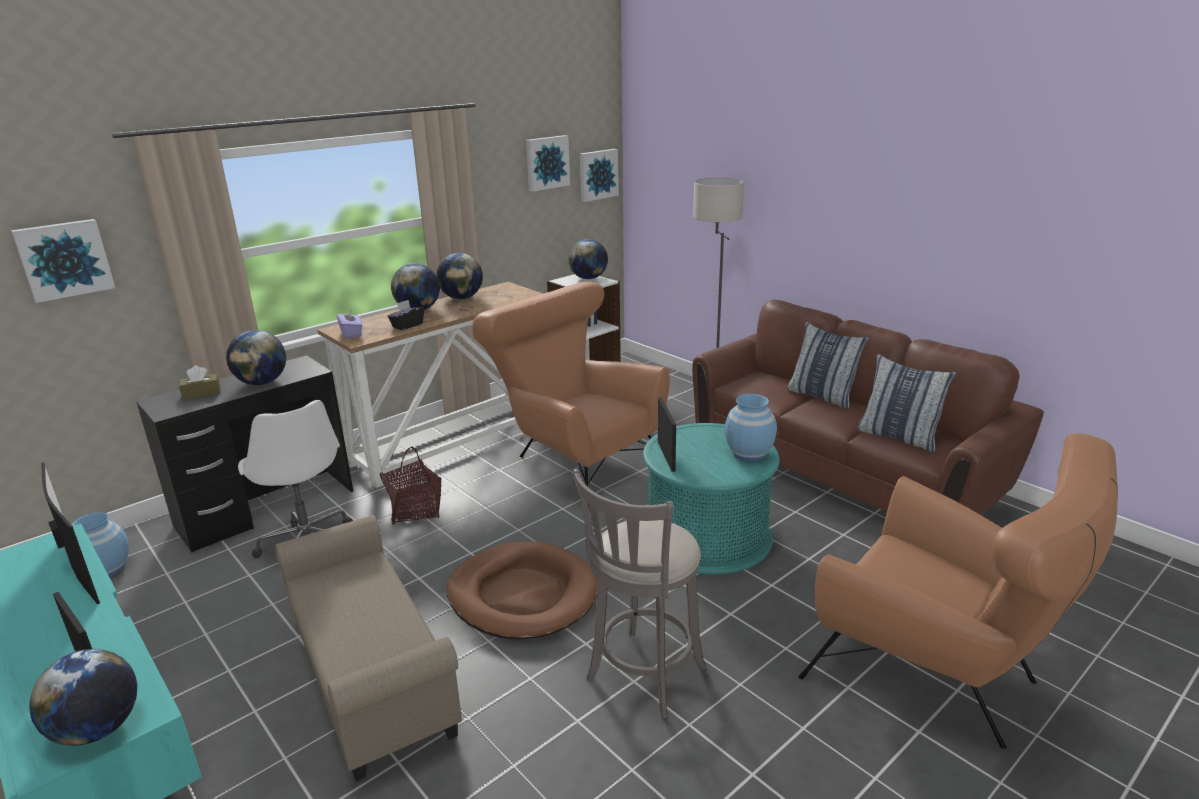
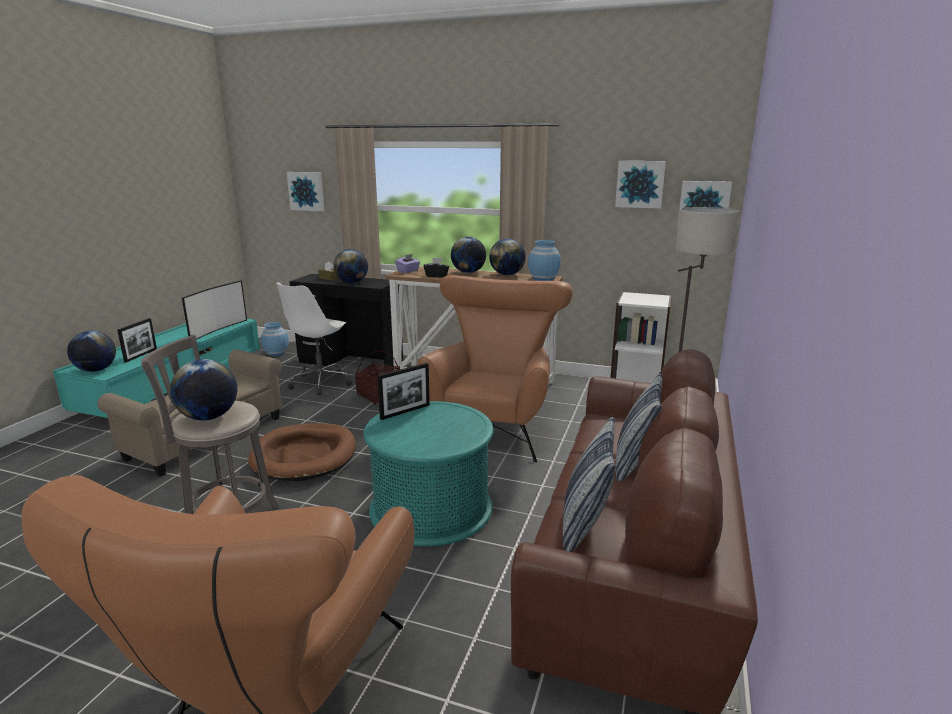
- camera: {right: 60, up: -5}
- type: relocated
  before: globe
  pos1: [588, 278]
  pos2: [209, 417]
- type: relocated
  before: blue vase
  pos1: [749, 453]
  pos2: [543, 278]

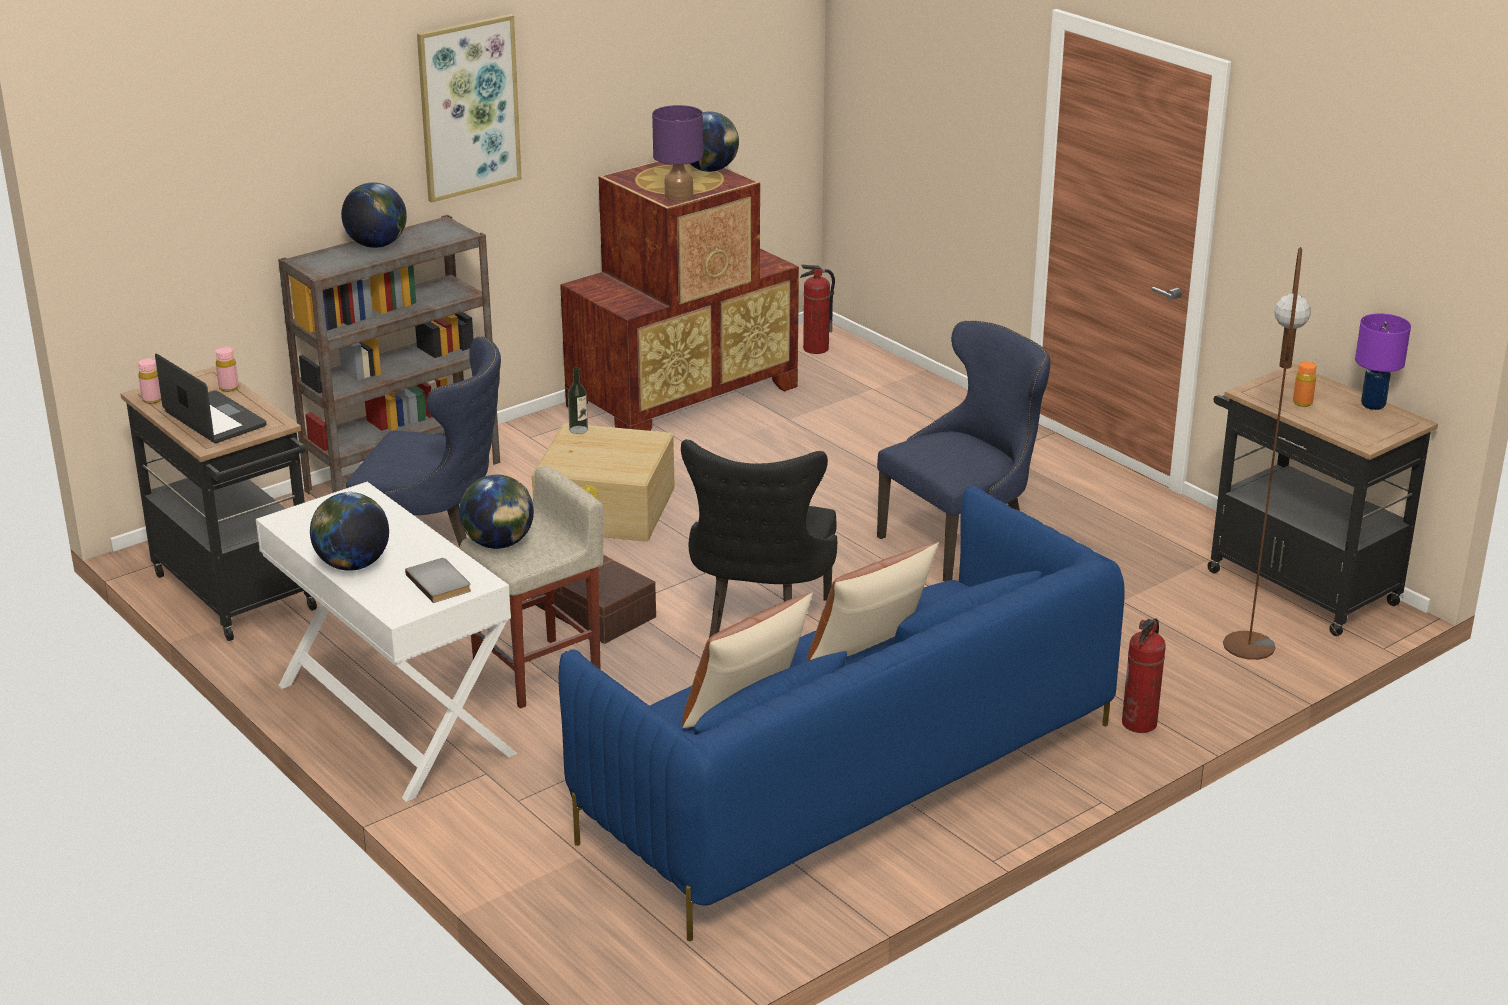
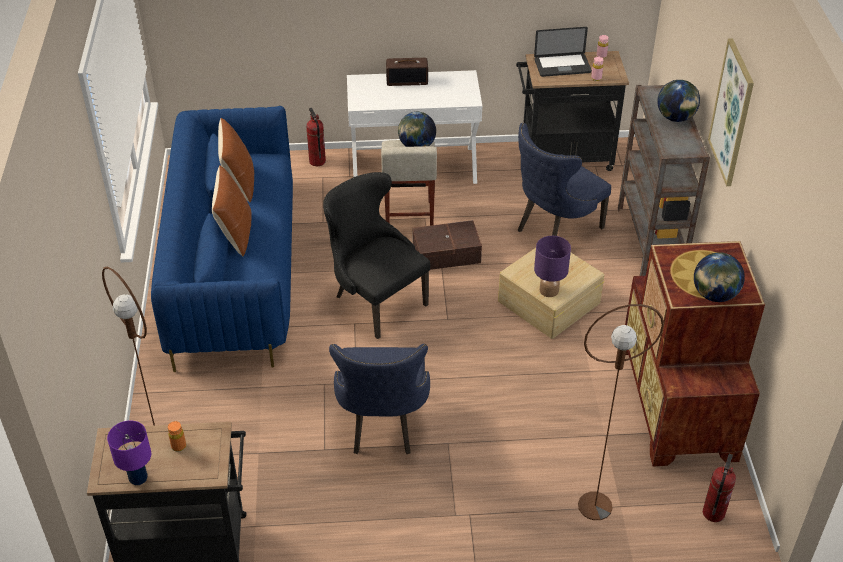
- camera: {right: 125, up: 15}
- type: exchanged
  before: globe
  after: radio
  pos1: [353, 565]
  pos2: [407, 80]
- type: missing
  before: grey book
  pos1: [441, 582]
- type: missing
  before: bottle
  pos1: [578, 429]
- type: relocated
  before: purple table lamp
  pos1: [679, 196]
  pos2: [548, 290]
- type: relocated
  before: fire extinguisher
  pos1: [1140, 724]
  pos2: [317, 161]
- type: appeared
  after: brown floor lamp
  pos2: [594, 506]

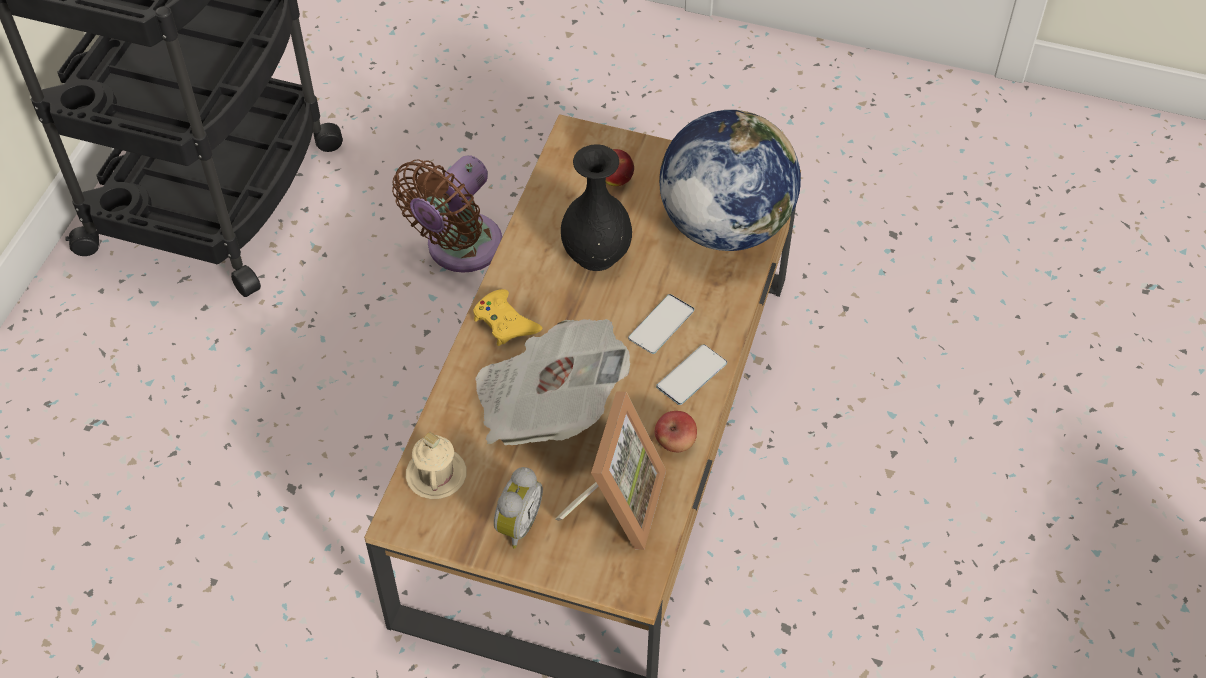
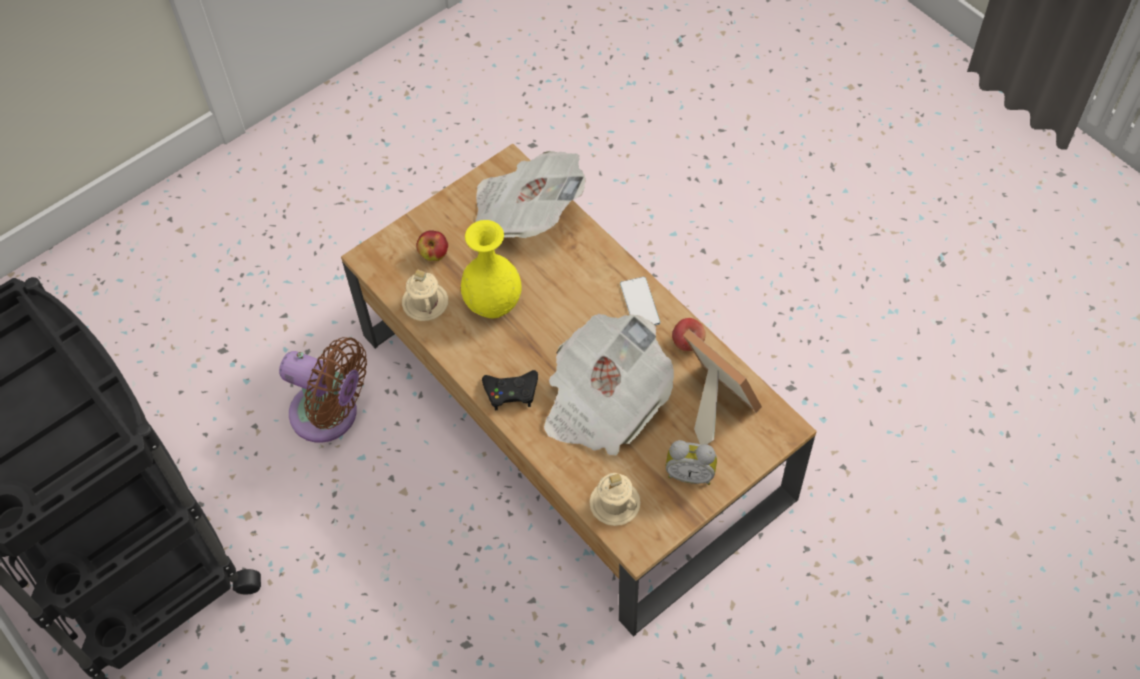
- camera: {right: -55, up: 5}
- type: spun
  before: brown fan
  pos1: [459, 249]
  pos2: [330, 415]
  turn: -45
- type: colour
  before: yellow game controller
  after: black game controller
  pos1: [505, 322]
  pos2: [511, 392]
- type: spun
  before: alarm clock
  pos1: [516, 524]
  pos2: [690, 473]
  turn: 135
- type: colour
  before: black vase
  after: yellow vase
  pos1: [597, 254]
  pos2: [493, 302]
- type: missing
  before: phone
  pos1: [661, 324]
- type: exchanged
  before: globe
  after: newspaper
  pos1: [724, 225]
  pos2: [526, 213]
- type: appeared
  after: beige mug
  pos2: [425, 303]

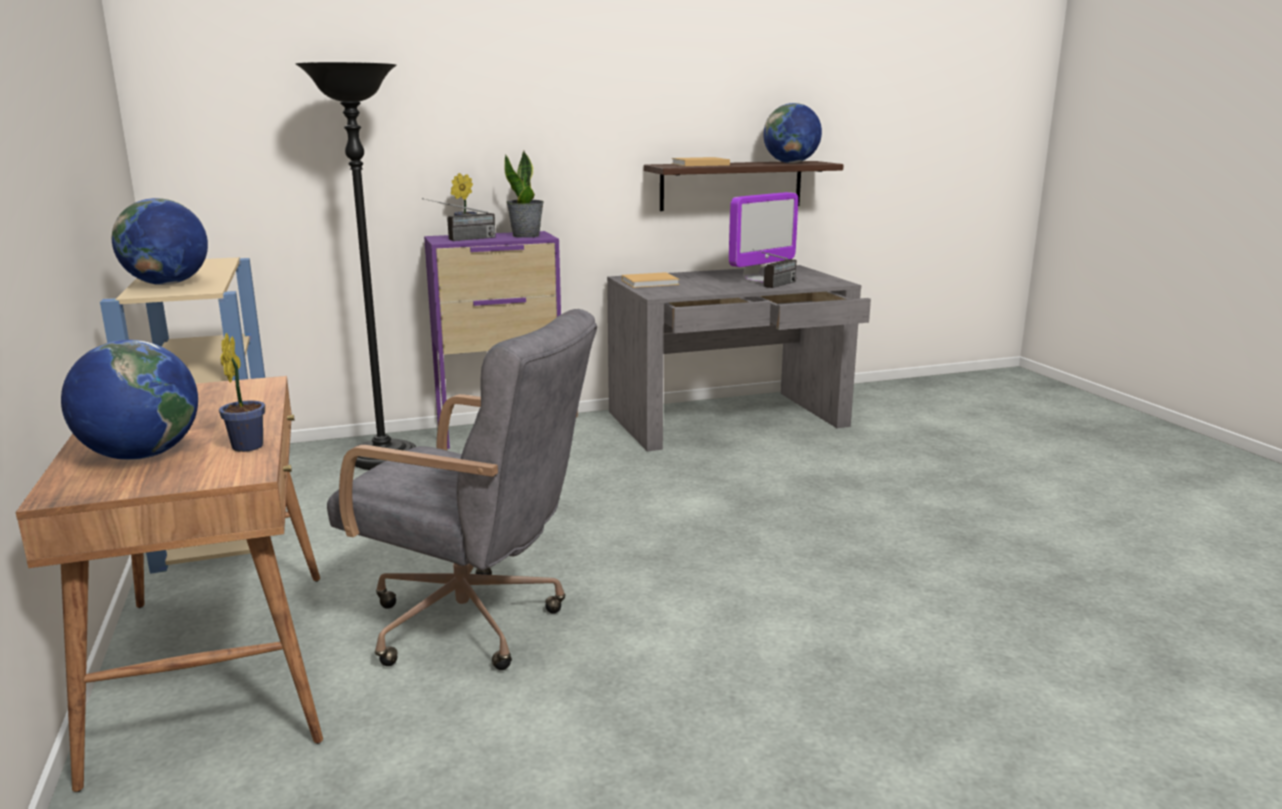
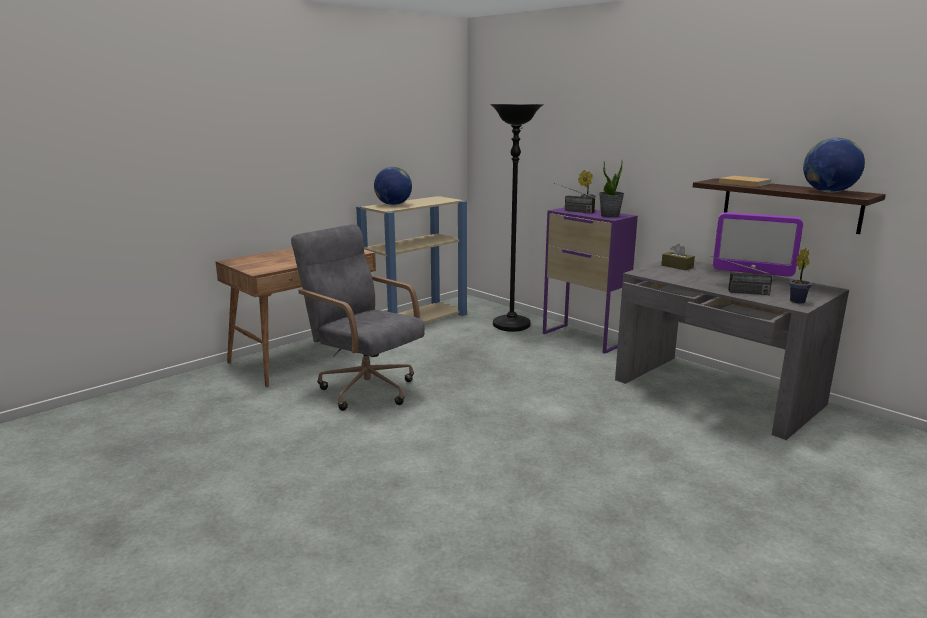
- camera: {right: 65, up: 0}
- type: missing
  before: globe
  pos1: [141, 455]
- type: relocated
  before: potted plant
  pos1: [249, 445]
  pos2: [798, 301]
- type: spun
  before: grey office chair
  pos1: [474, 626]
  pos2: [364, 389]
  turn: 135
- type: exchanged
  before: beige book
  after: brown tissue box
  pos1: [651, 282]
  pos2: [677, 266]

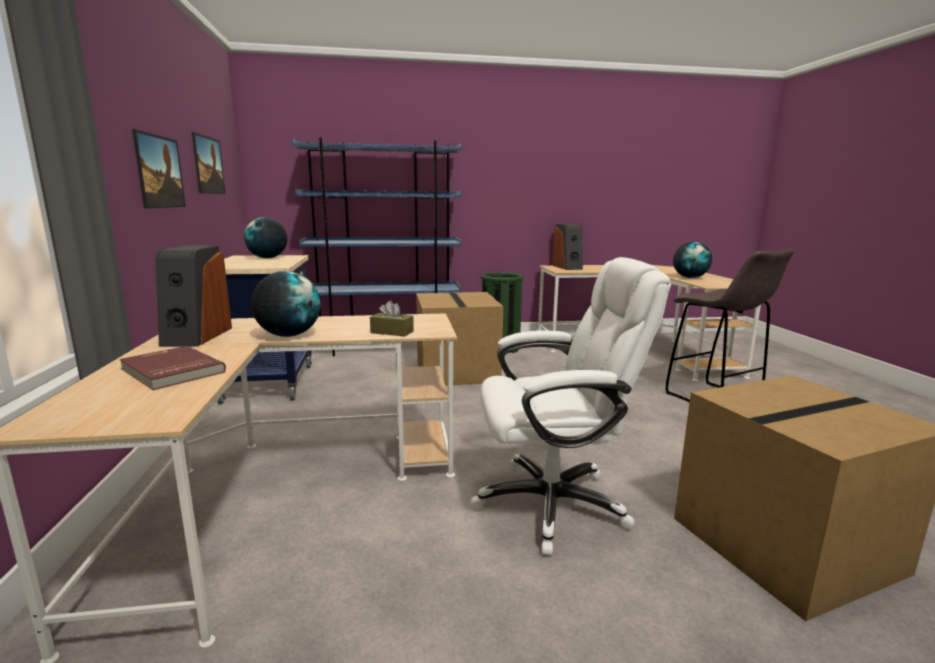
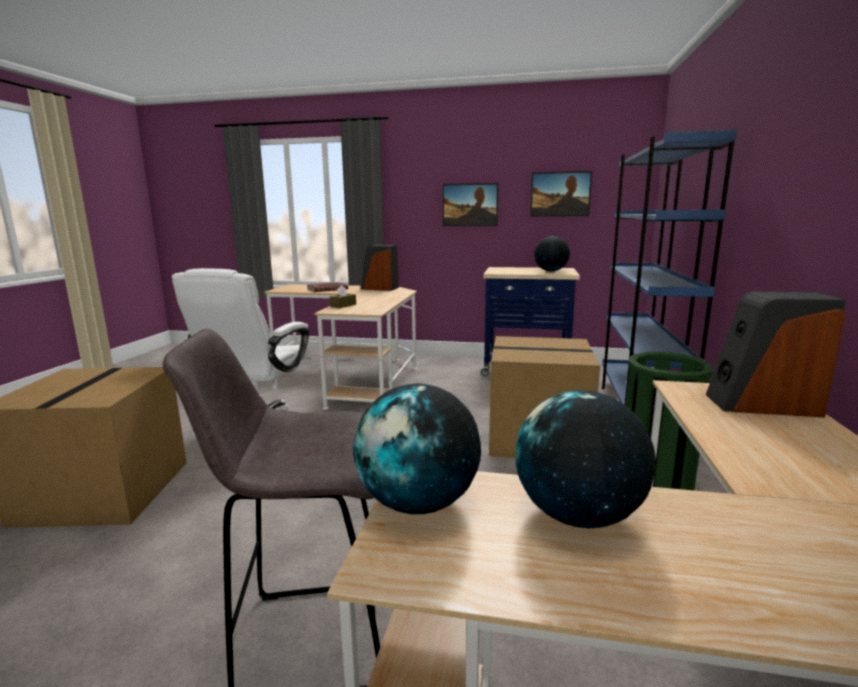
- camera: {right: 110, up: 0}
- type: relocated
  before: globe
  pos1: [289, 335]
  pos2: [419, 503]

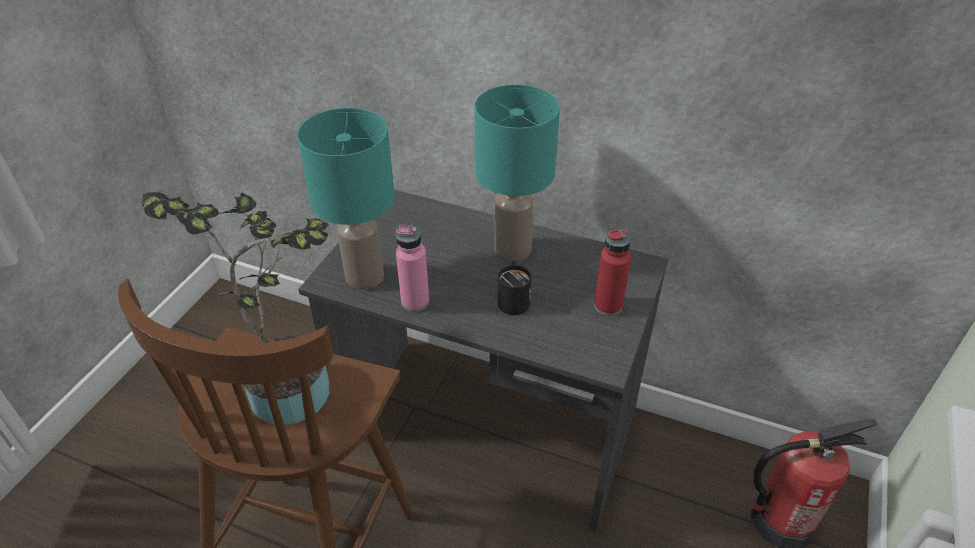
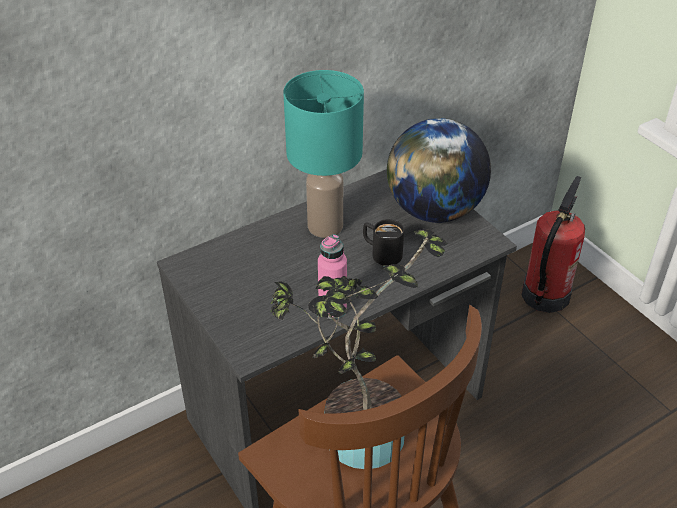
- camera: {right: -55, up: 0}
- type: missing
  before: turquoise table lamp
  pos1: [365, 277]
- type: exchanged
  before: red bottle
  after: globe
  pos1: [608, 306]
  pos2: [434, 211]

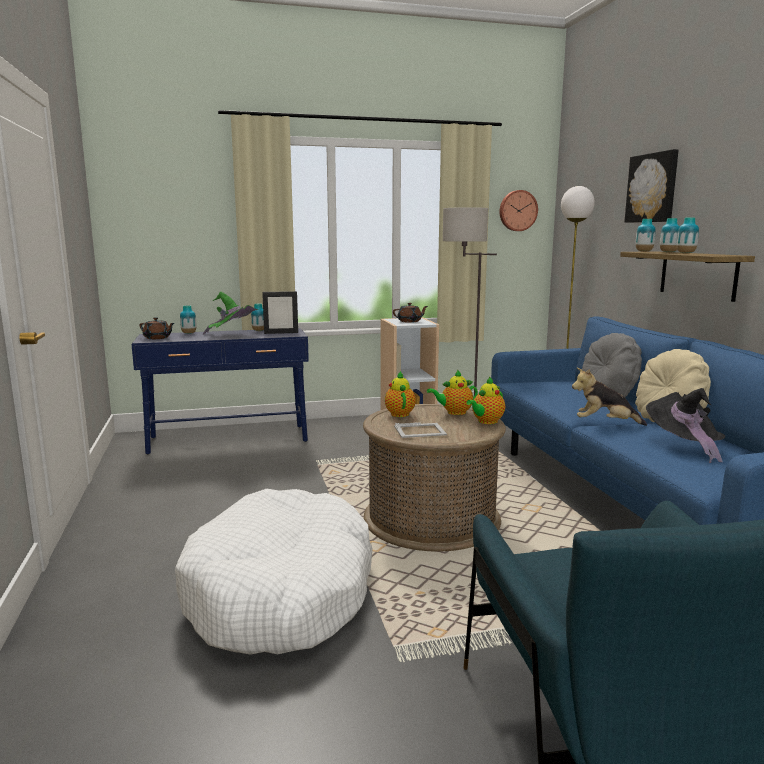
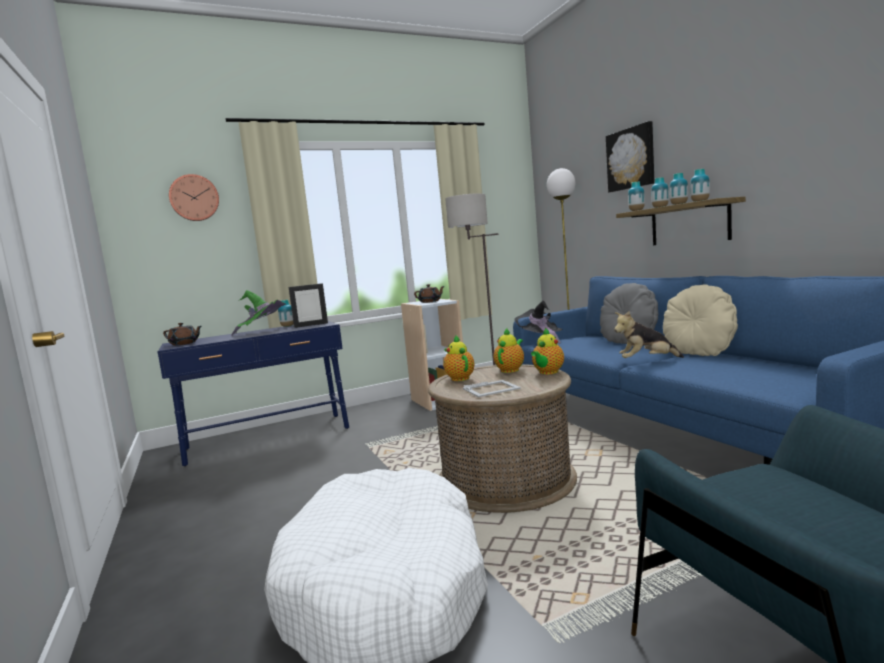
- camera: {right: -10, up: -5}
- type: relocated
  before: vase
  pos1: [189, 333]
  pos2: [700, 202]
- type: spun
  before: teapot
  pos1: [454, 412]
  pos2: [511, 369]
  turn: 150
- type: relocated
  before: wall clock
  pos1: [517, 210]
  pos2: [194, 198]
- type: relocated
  before: black hat
  pos1: [683, 446]
  pos2: [540, 340]

